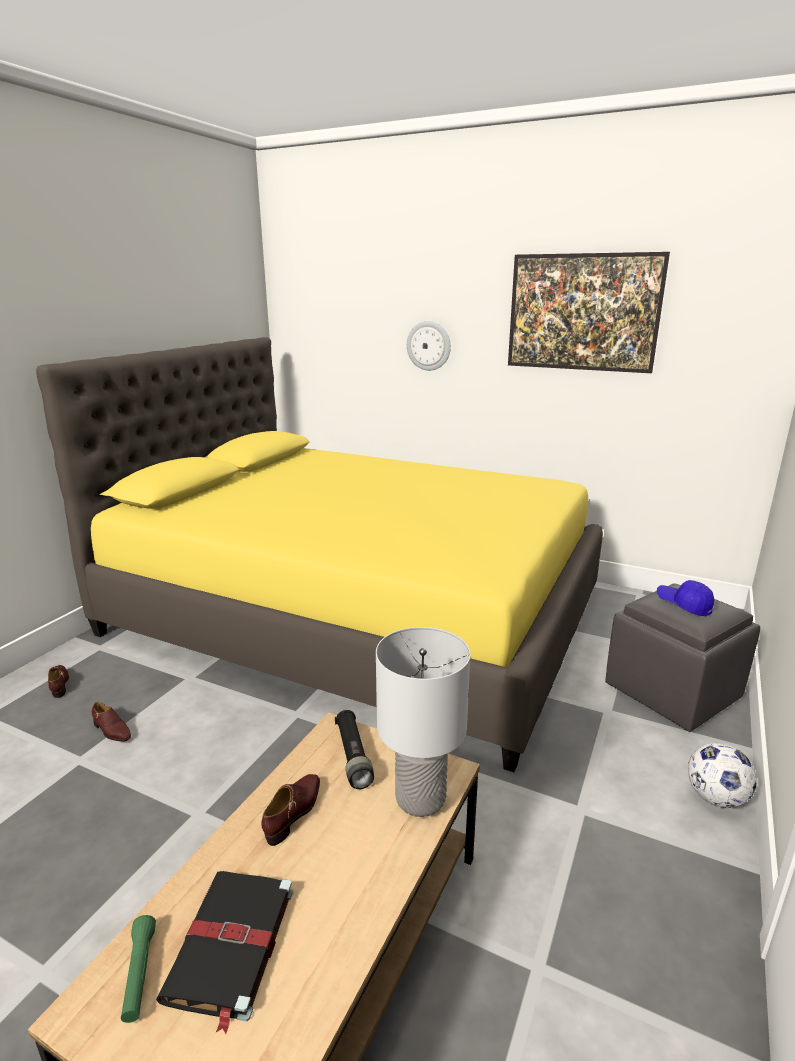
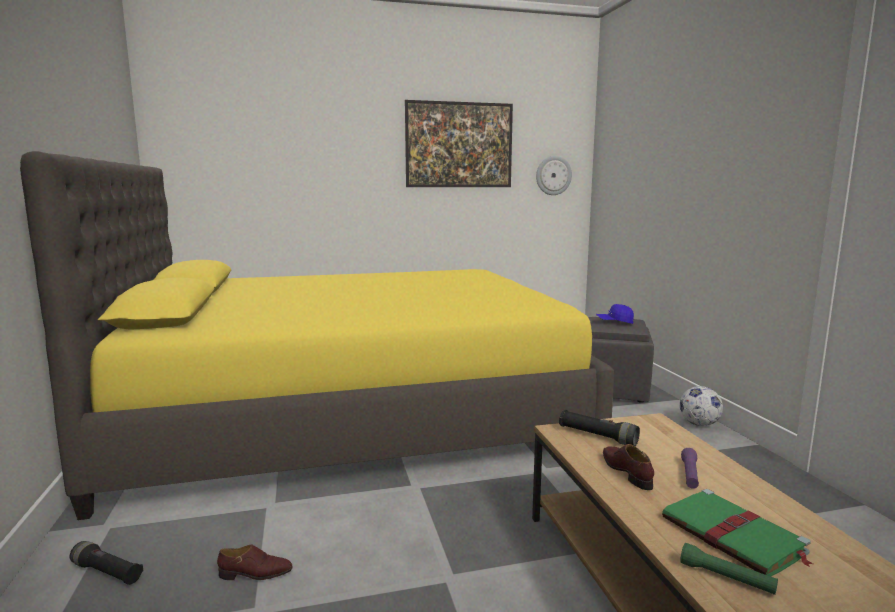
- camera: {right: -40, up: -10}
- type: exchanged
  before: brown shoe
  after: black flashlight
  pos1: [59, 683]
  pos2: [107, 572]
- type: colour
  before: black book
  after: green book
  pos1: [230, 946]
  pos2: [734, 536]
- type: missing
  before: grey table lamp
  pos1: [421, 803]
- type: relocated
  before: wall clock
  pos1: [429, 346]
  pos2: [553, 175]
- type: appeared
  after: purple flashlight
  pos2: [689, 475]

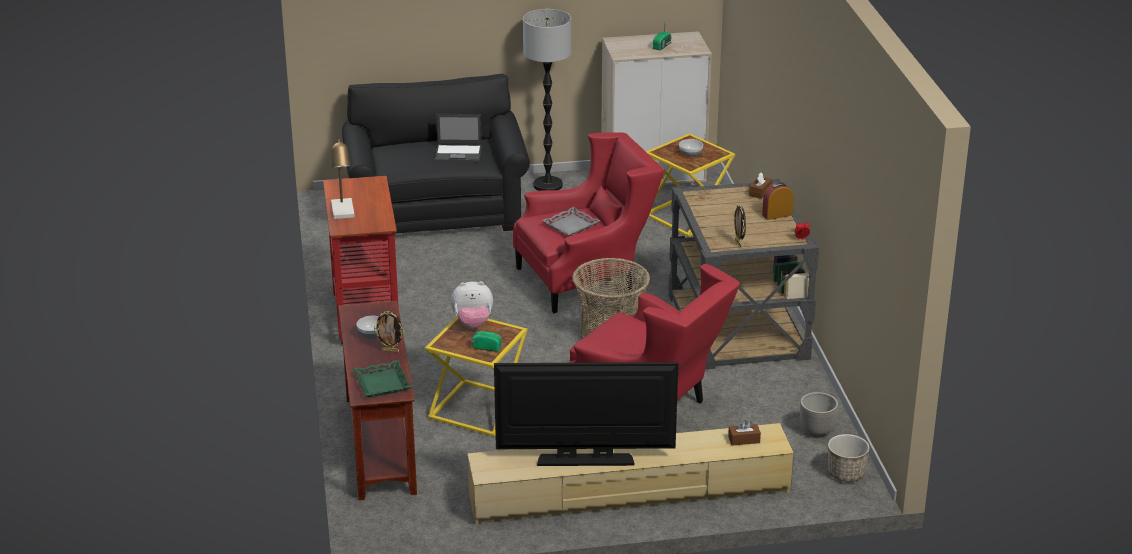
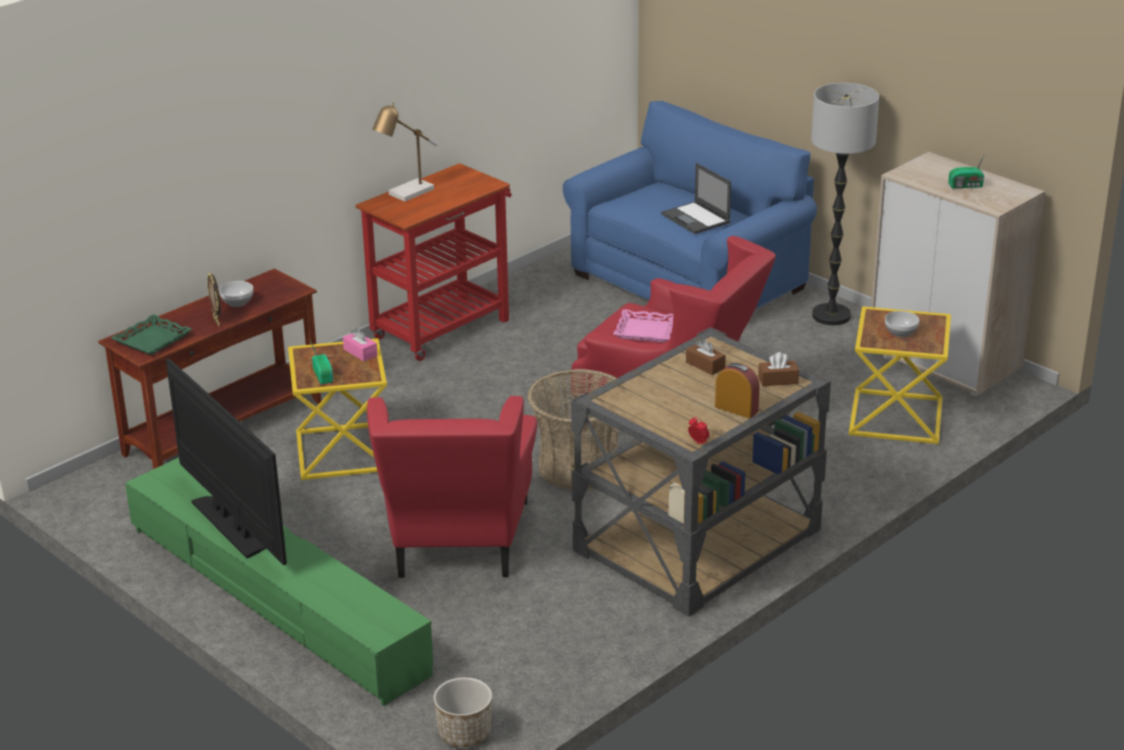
- camera: {right: 55, up: 0}
- type: colour
  before: black sofa
  after: blue sofa
  pos1: [437, 210]
  pos2: [688, 282]
- type: exchanged
  before: plush toy
  after: pink tissue box
  pos1: [473, 324]
  pos2: [360, 352]
- type: colour
  before: beige tv stand
  after: green tv stand
  pos1: [629, 494]
  pos2: [274, 600]
- type: colour
  before: grey tray
  after: pink tray
  pos1: [571, 226]
  pos2: [645, 331]
- type: relocated
  before: brown tissue box
  pos1: [744, 440]
  pos2: [705, 365]
- type: missing
  before: picture frame
  pos1: [738, 243]
- type: missing
  before: planter
  pos1: [816, 431]

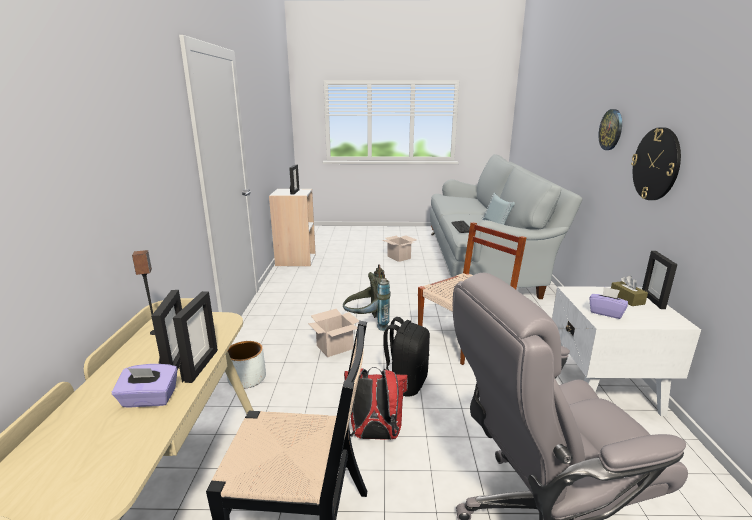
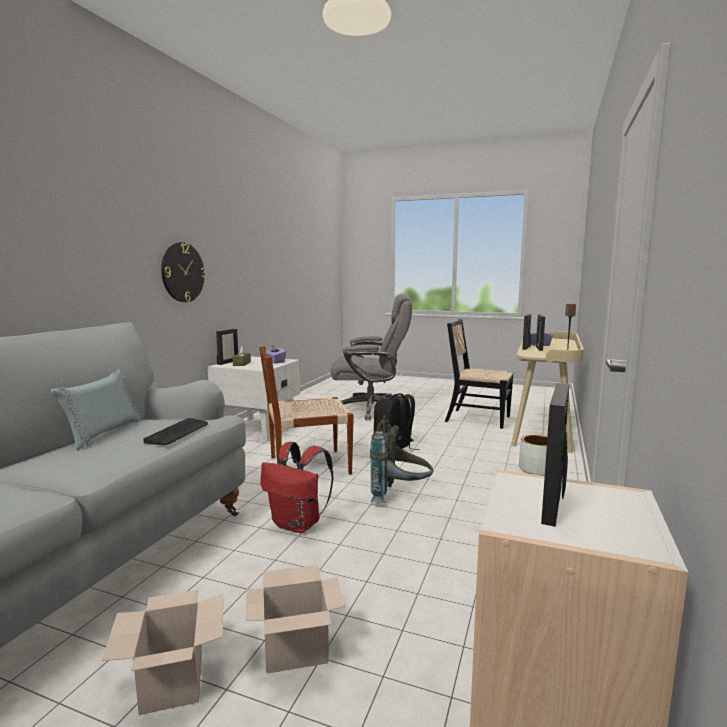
- camera: {right: -160, up: -10}
- type: relocated
  before: cardboard box
  pos1: [334, 348]
  pos2: [297, 648]
- type: relocated
  before: red backpack
  pos1: [374, 435]
  pos2: [298, 524]
- type: missing
  before: wall clock
  pos1: [611, 129]

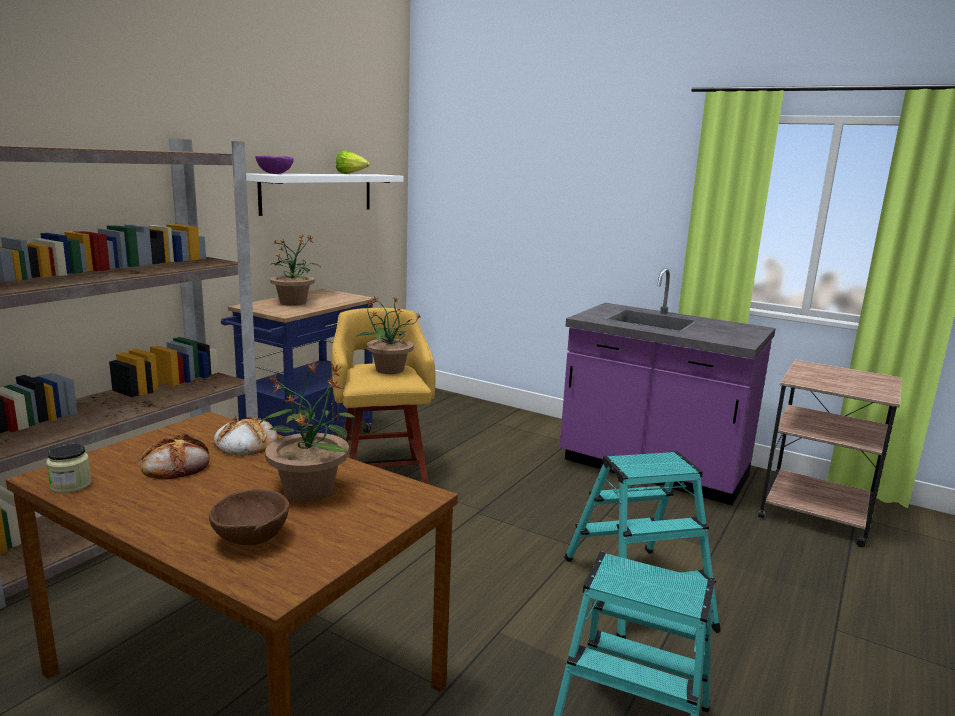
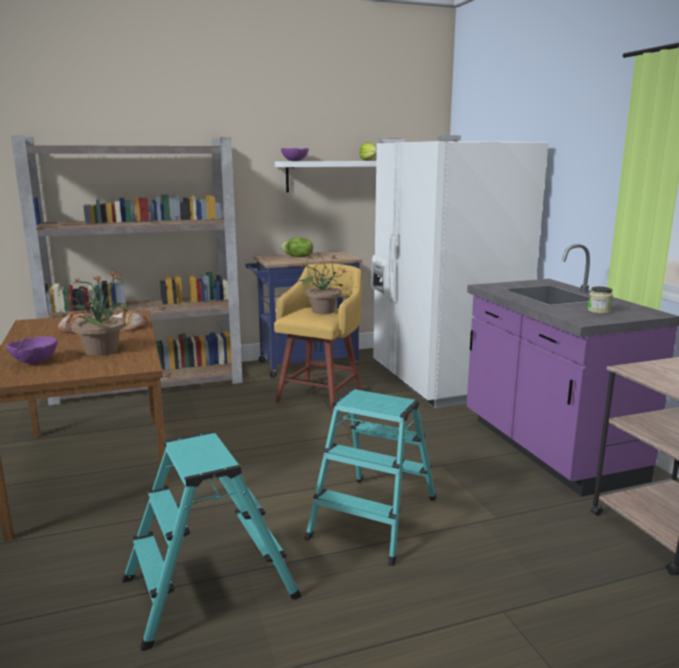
- camera: {right: 40, up: 0}
- type: relocated
  before: jar
  pos1: [71, 485]
  pos2: [599, 311]
- type: colour
  before: brown bowl
  after: purple bowl
  pos1: [251, 539]
  pos2: [34, 362]
- type: exchanged
  before: potted plant
  after: lettuce
  pos1: [293, 302]
  pos2: [298, 257]
- type: appeared
  after: white fridge
  pos2: [443, 379]

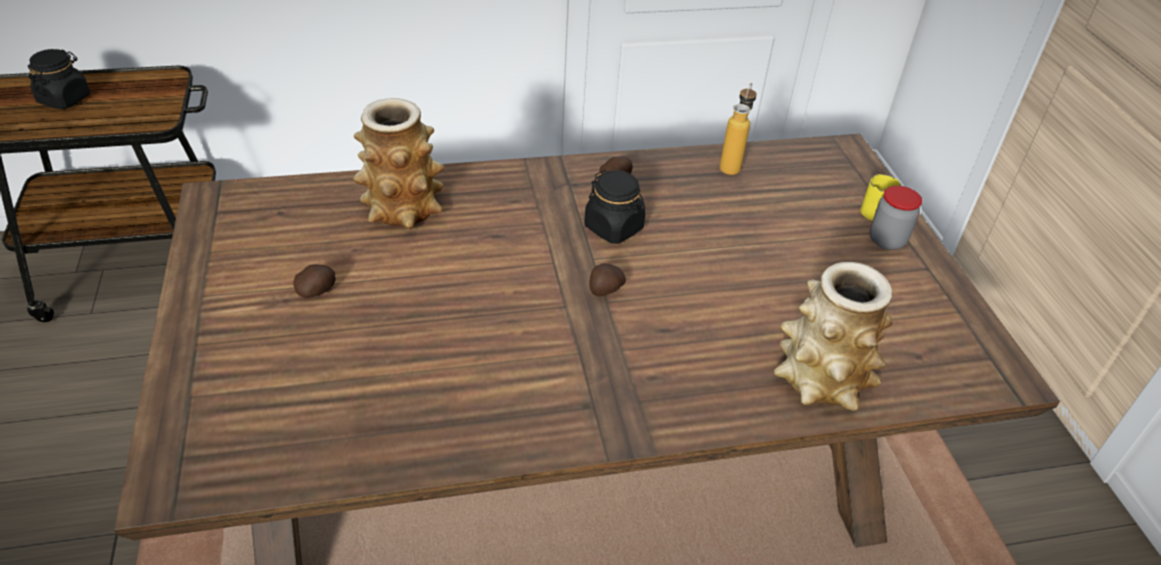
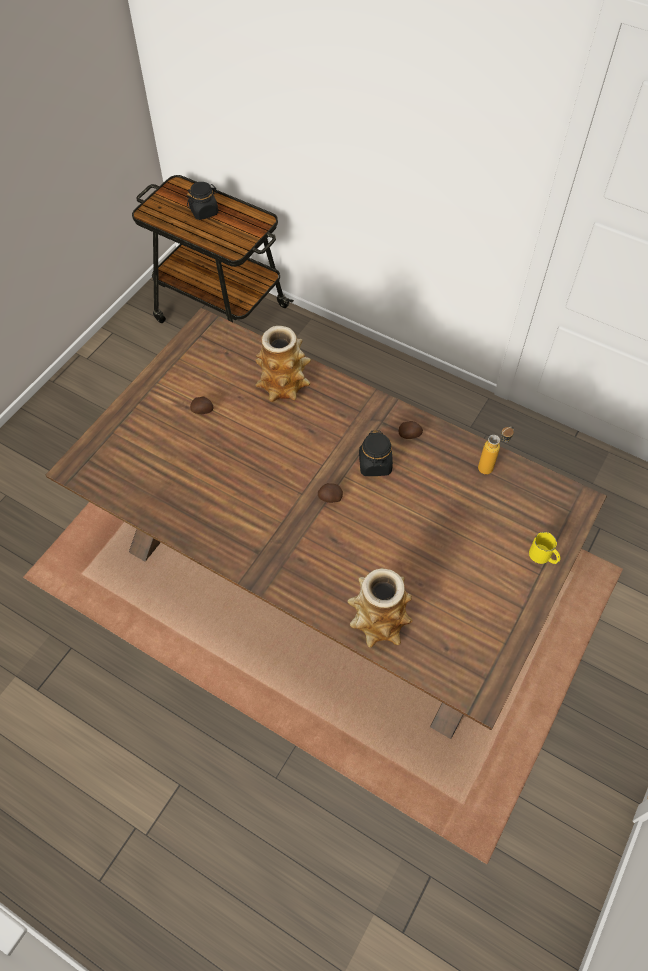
- camera: {right: 45, up: 15}
- type: missing
  before: jar
  pos1: [887, 240]

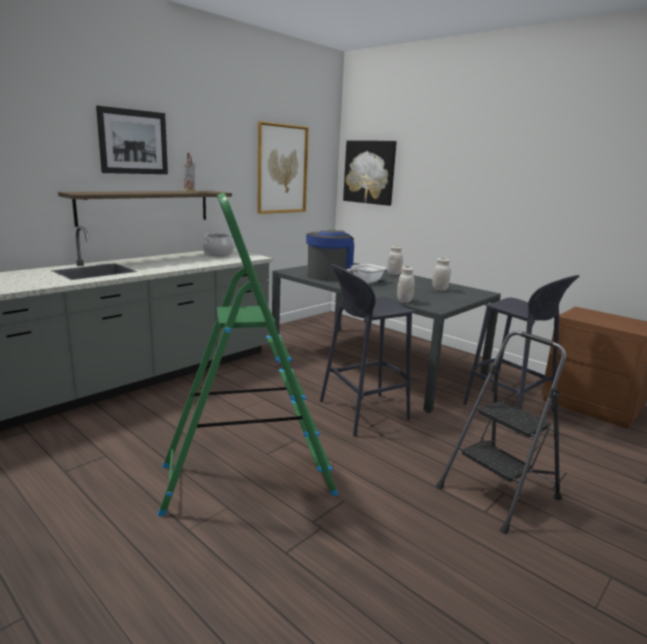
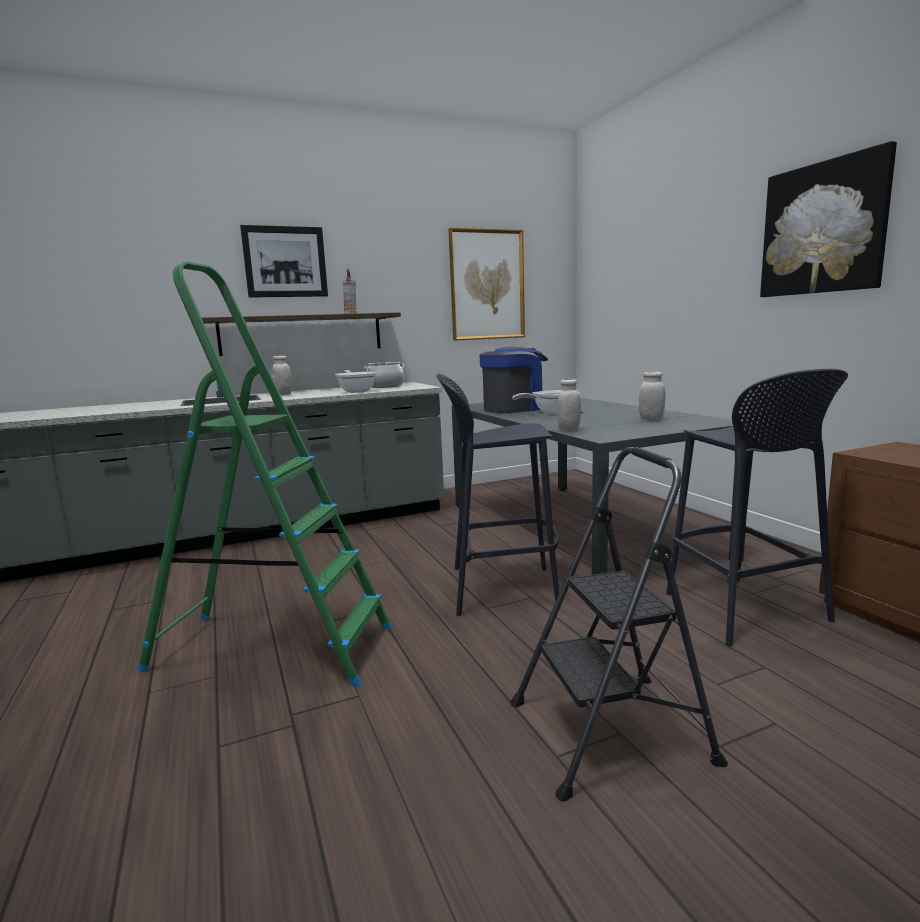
- camera: {right: 25, up: -5}
- type: relocated
  before: picture
  pos1: [369, 172]
  pos2: [823, 228]
- type: relocated
  before: white jar
  pos1: [393, 274]
  pos2: [283, 394]
- type: appeared
  after: frying pan
  pos2: [356, 391]

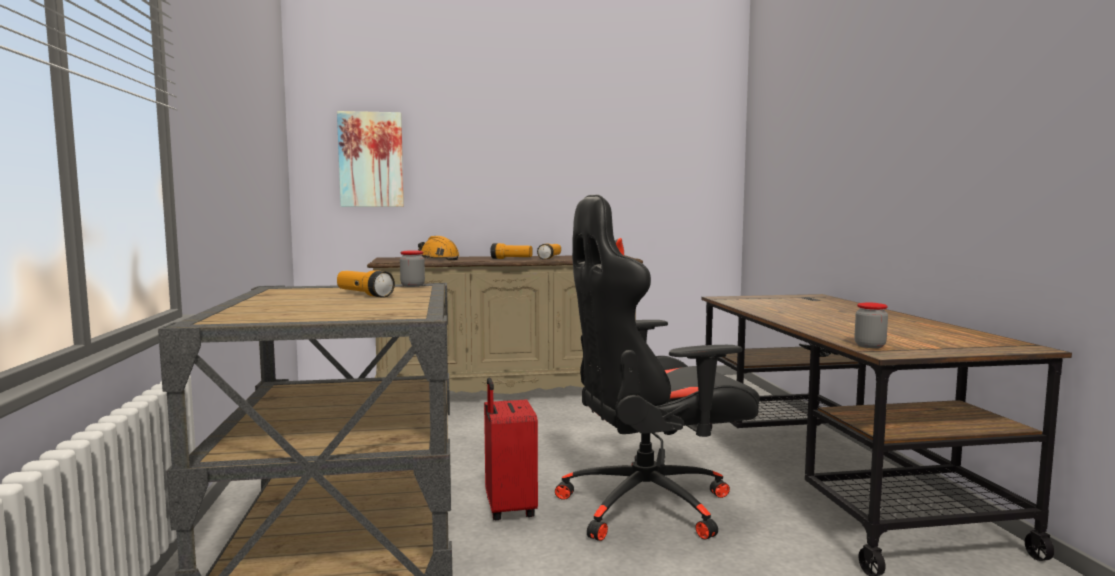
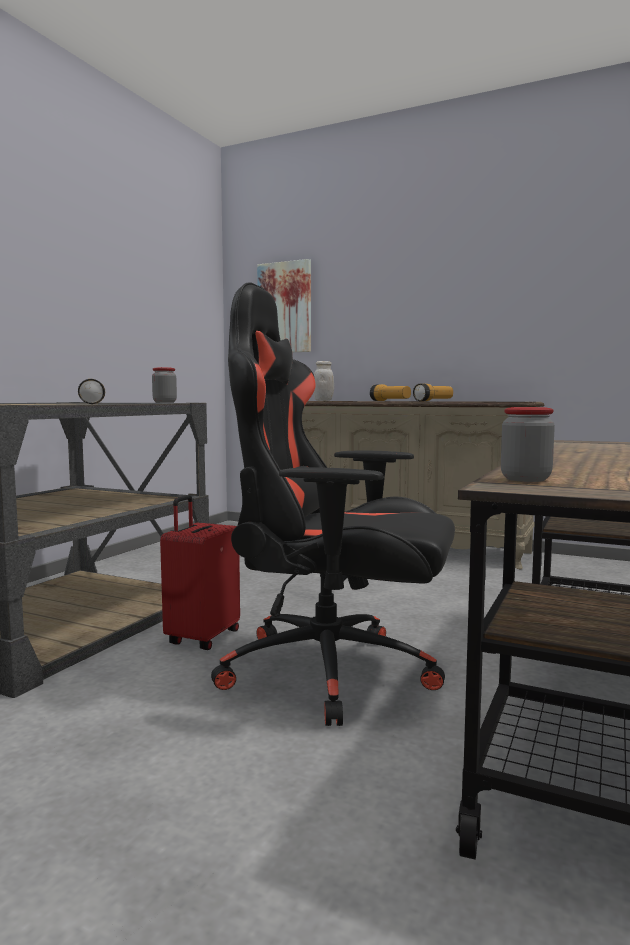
- camera: {right: 35, up: 0}
- type: exchanged
  before: orange hard hat
  after: white jar
  pos1: [437, 259]
  pos2: [323, 400]

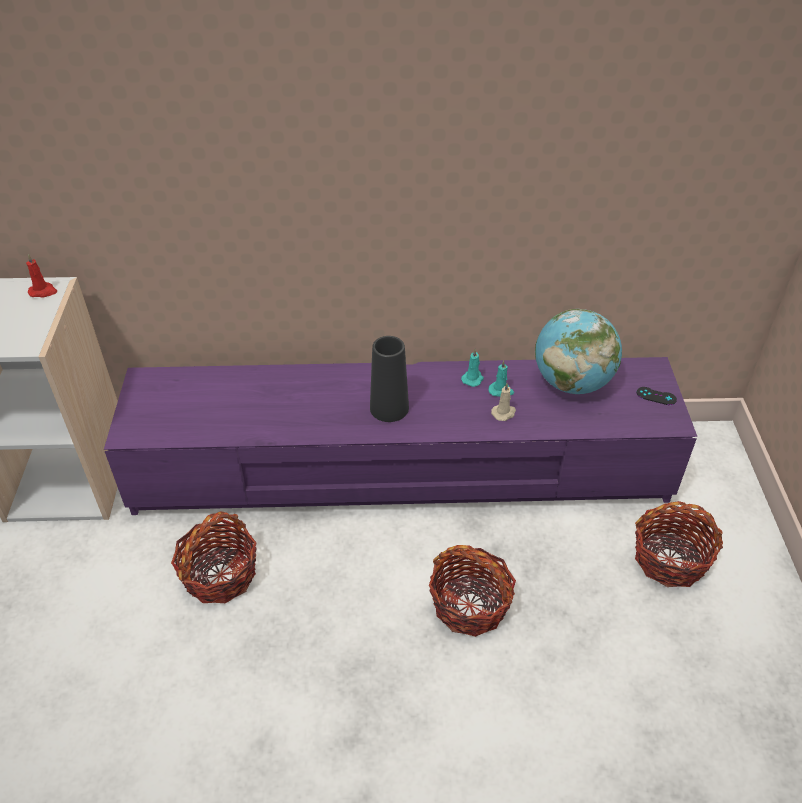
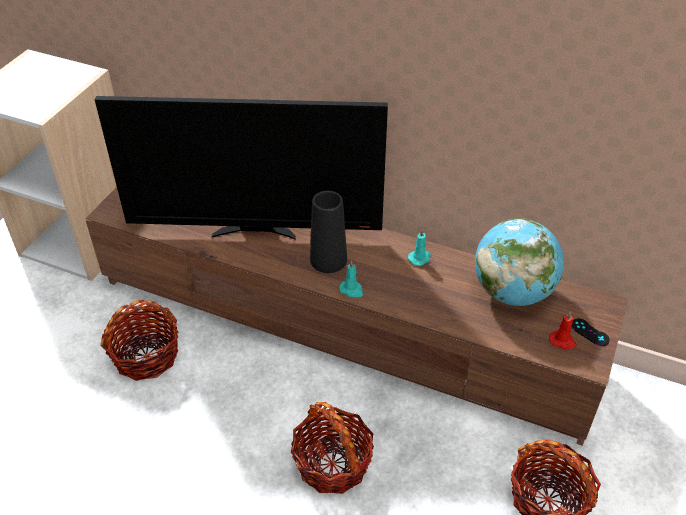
- camera: {right: 25, up: 0}
- type: relocated
  before: red candle
  pos1: [43, 291]
  pos2: [562, 341]
- type: colour
  before: purple tv stand
  after: brown tv stand
  pos1: [400, 471]
  pos2: [343, 324]
- type: relocated
  before: turquoise candle
  pos1: [501, 391]
  pos2: [352, 290]
- type: missing
  before: beige candle
  pos1: [504, 413]
- type: appeared
  after: television
  pos2: [255, 231]

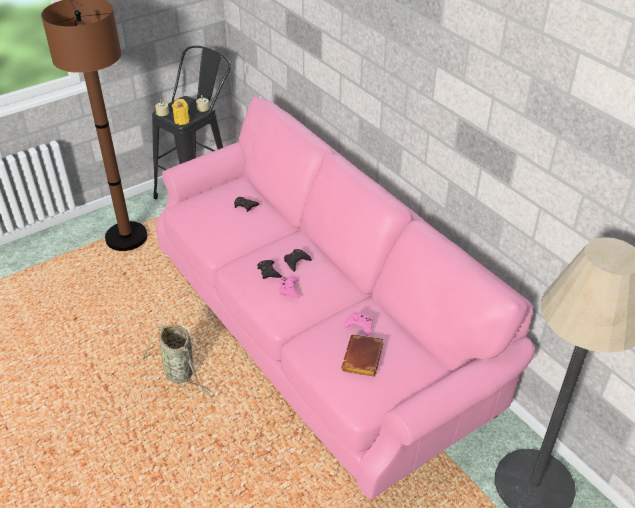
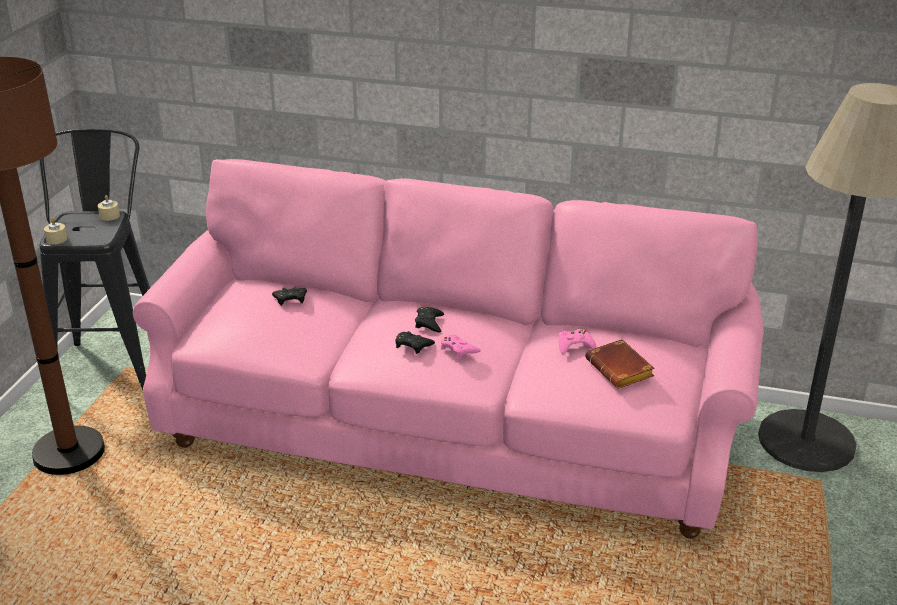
- camera: {right: -40, up: -10}
- type: missing
  before: basket
  pos1: [181, 374]
- type: missing
  before: yellow candle
  pos1: [182, 121]

